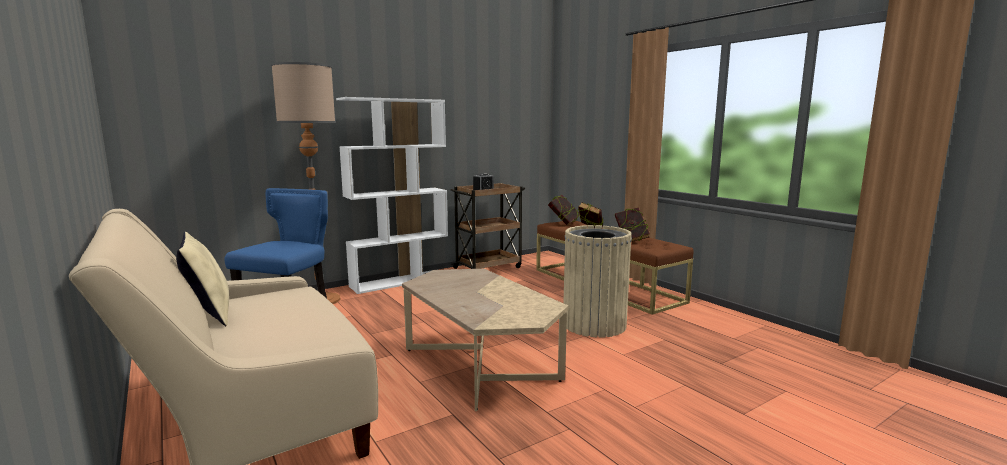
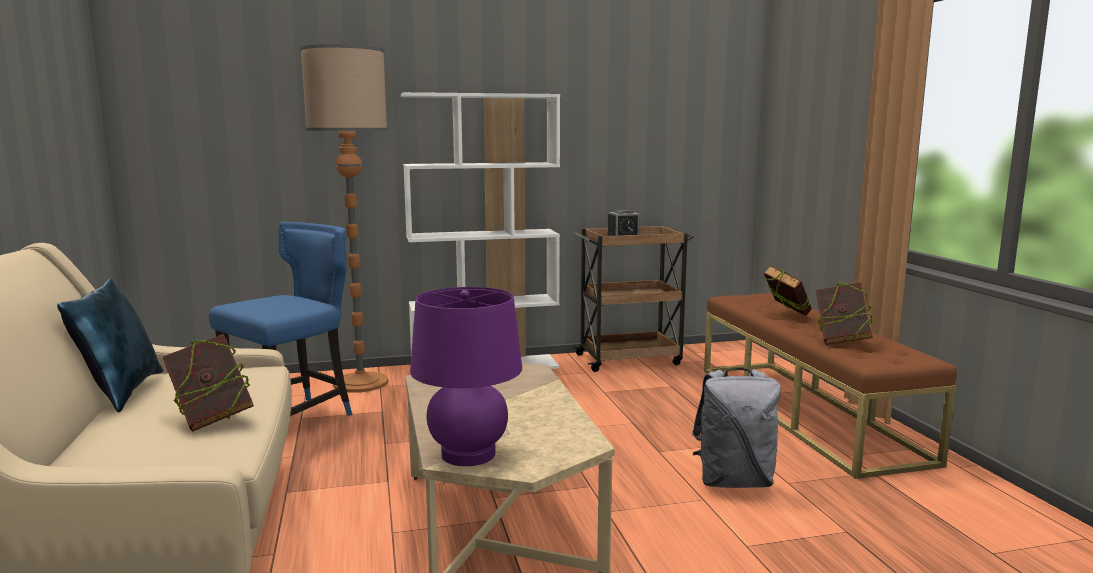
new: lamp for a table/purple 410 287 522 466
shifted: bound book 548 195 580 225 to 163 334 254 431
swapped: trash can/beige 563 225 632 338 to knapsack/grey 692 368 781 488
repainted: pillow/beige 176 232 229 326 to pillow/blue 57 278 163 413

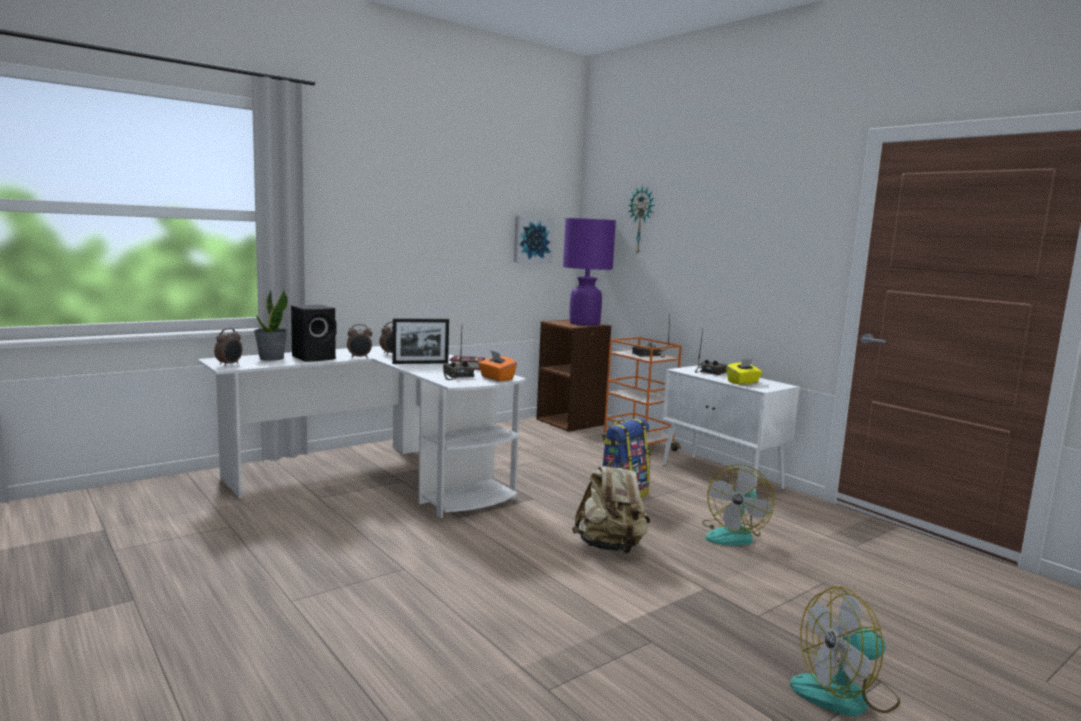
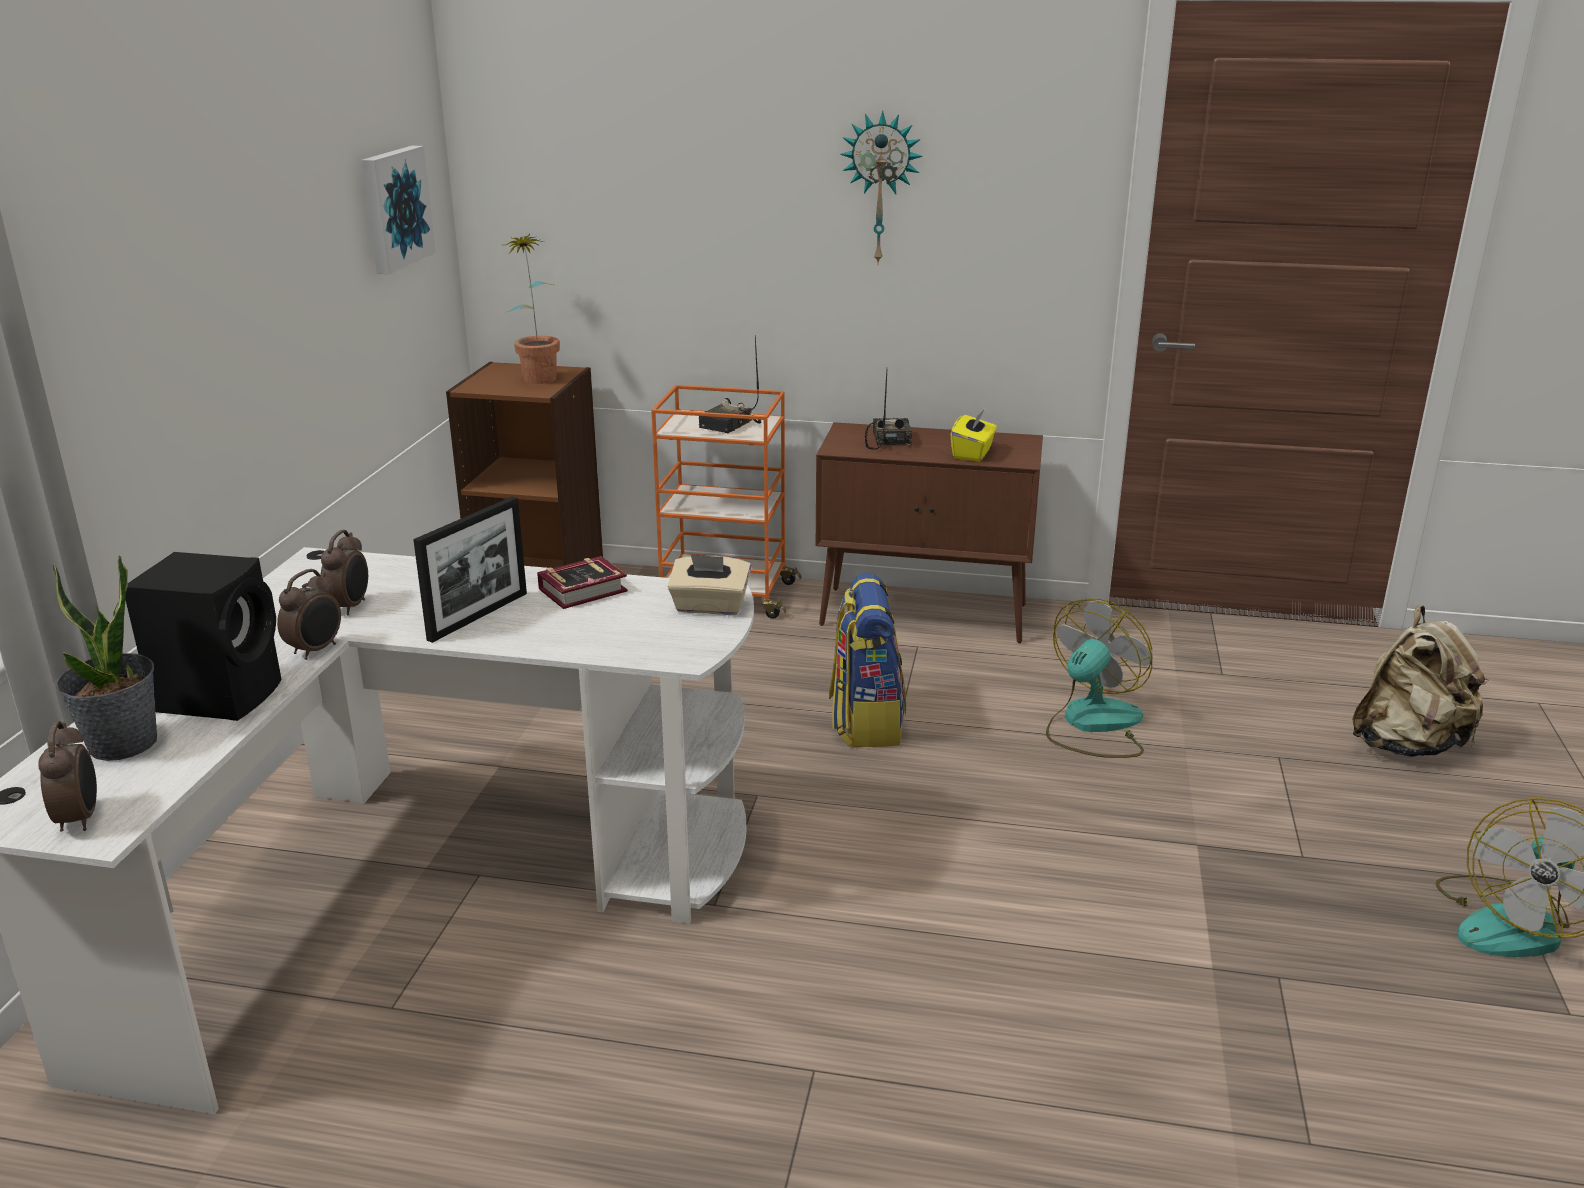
gone: radio receiver 443 330 474 380
shifted: knapsack/beige 572 456 650 554 to 1352 605 1489 757; clock on the wall 628 186 655 255 to 840 111 923 264
swapped: lamp for a table/purple 563 218 616 326 to potted plant 506 234 560 384
repainted: tissue holder/orange-coloured 478 351 517 381 to tissue holder/beige 668 554 751 615; storage cabinet/whitish 662 365 800 492 to storage cabinet/brownish 816 422 1043 643
rotated: cooling fan 702 464 775 545 = 1046 599 1152 758 135 degrees counterclockwise

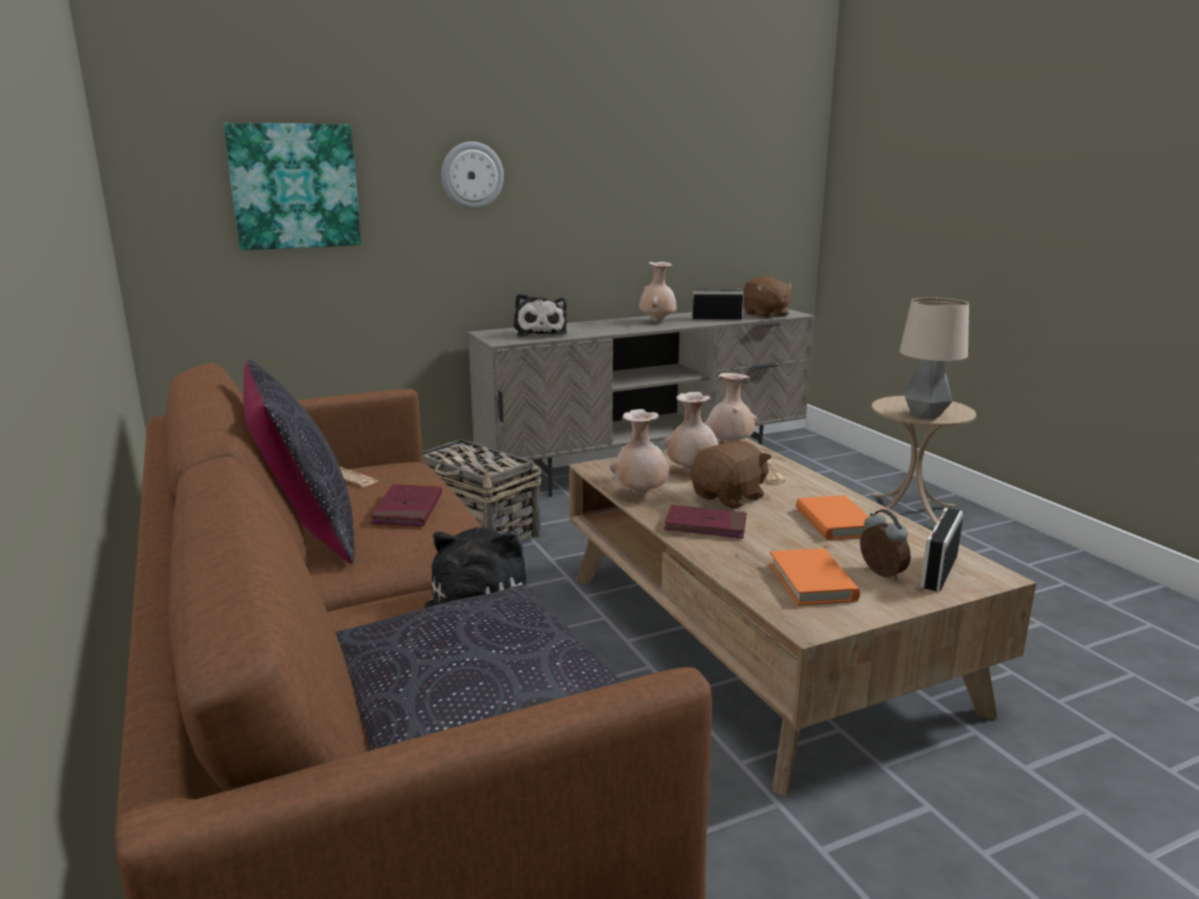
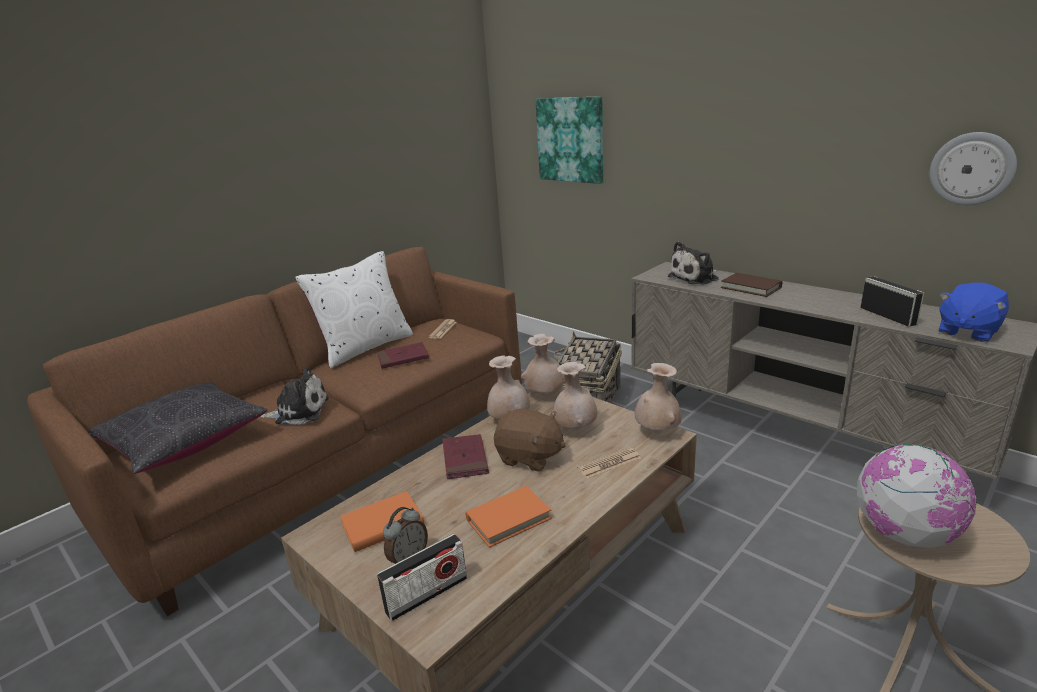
new: bound book/brownish 721 273 782 297
shifted: clock on the wall 441 141 504 209 to 930 132 1017 205; flower vase/beige 639 262 677 322 to 521 334 565 396
swapped: lamp for a table 900 297 969 419 to globe 857 444 977 548
repainted: pillow/blackish 243 360 354 564 to pillow/whitish 295 251 413 368; soft toy/brownish 743 276 794 318 to soft toy/blue 939 283 1009 342
rotated: radio receiver 920 508 963 591 = 377 534 467 621 135 degrees clockwise

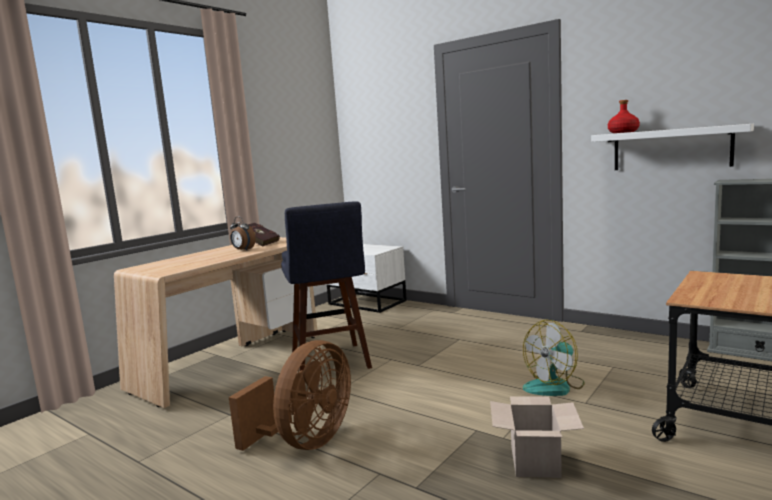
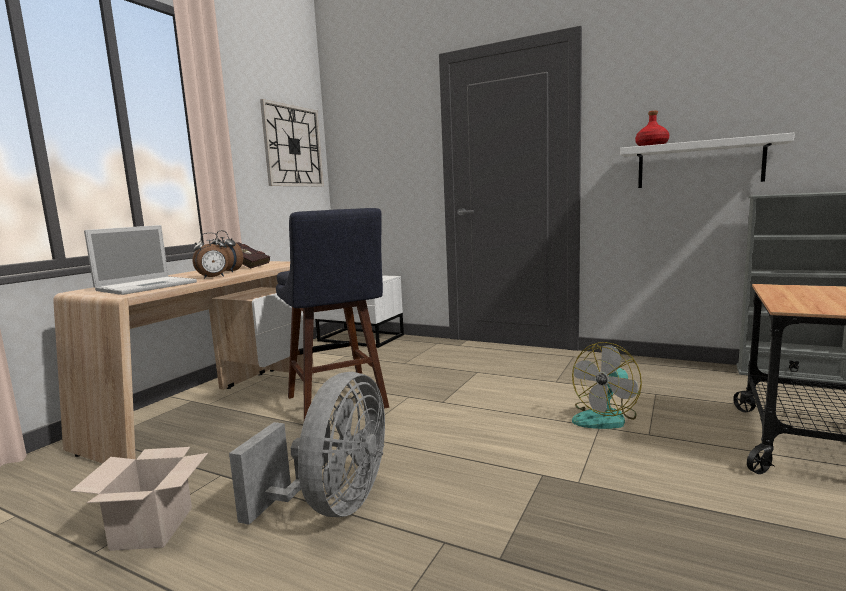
new: laptop 84 225 197 295; table clock 192 232 228 279; clock on the wall 260 99 324 186
shifted: carton 490 396 584 478 to 71 447 208 551
repainted: cooling fan/brownish 229 340 351 451 to cooling fan/grey 229 372 385 525

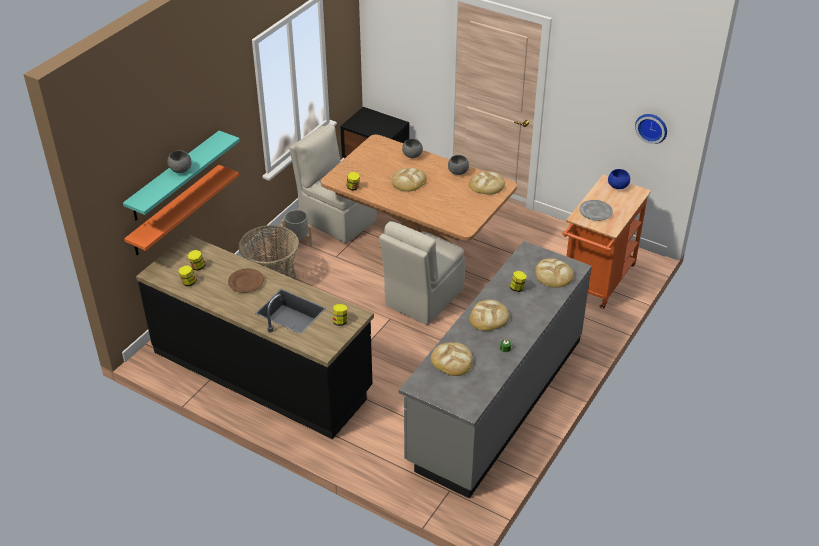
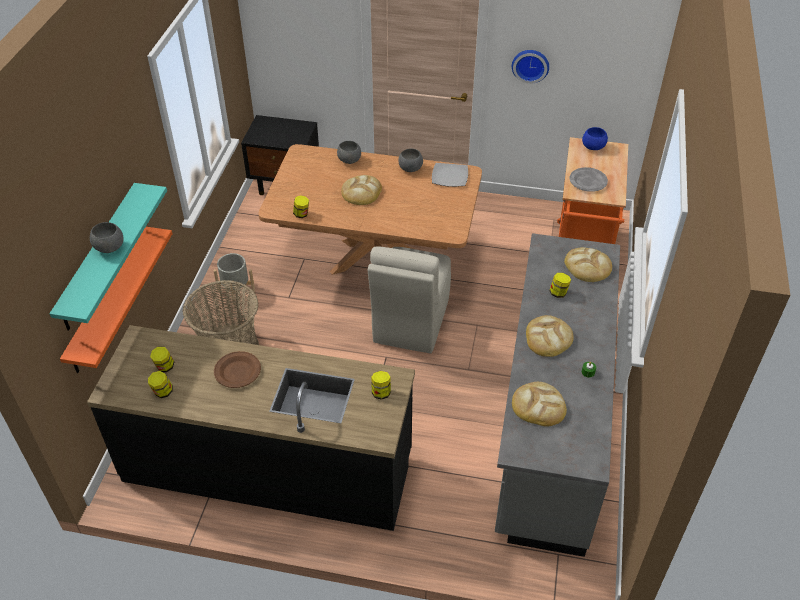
gone: chair/beige 289 124 377 243
shifted: clock on the wall 635 114 667 144 to 512 50 549 84
swapped: bakery bread 469 171 505 195 to flat dish 432 163 468 187

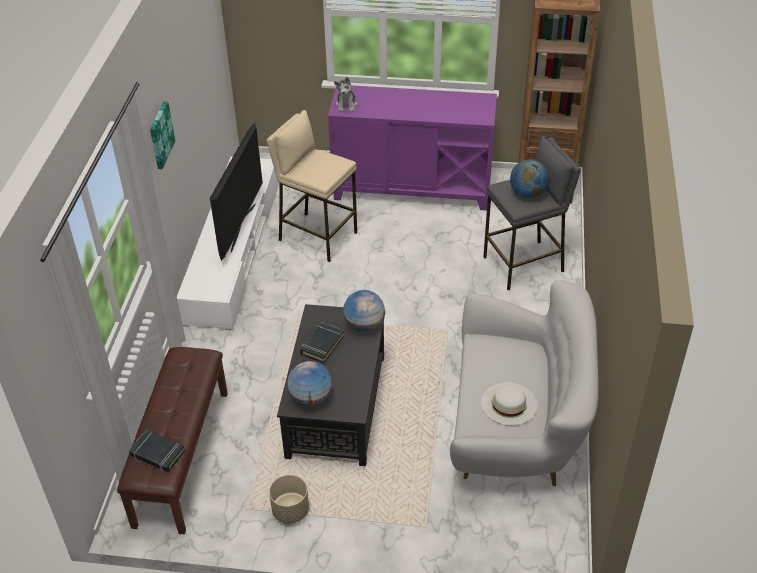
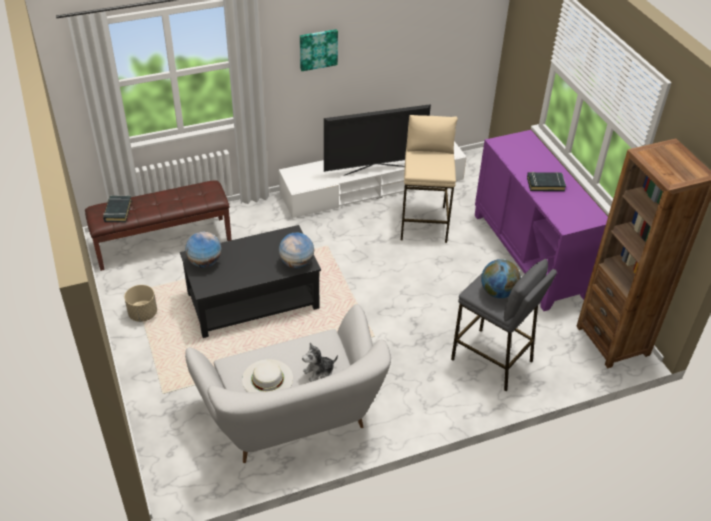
shifted: bound book/blackish 300 322 344 363 to 527 172 566 191; soft toy 334 77 358 112 to 302 343 338 382

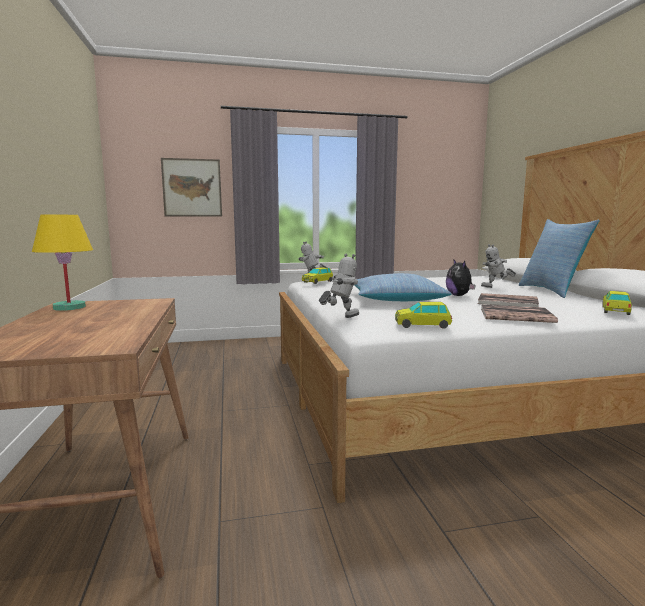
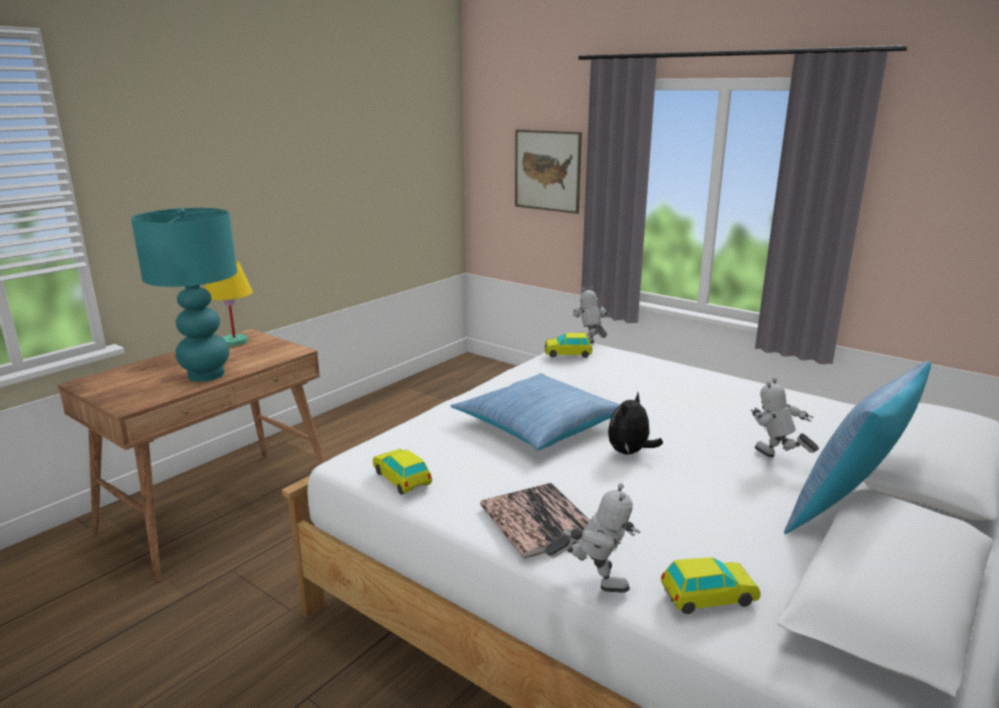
gone: bound book 478 293 539 307
new: lamp for a table/turquoise-coloured 131 208 237 382
shifted: model robot 319 254 359 318 to 545 483 641 593

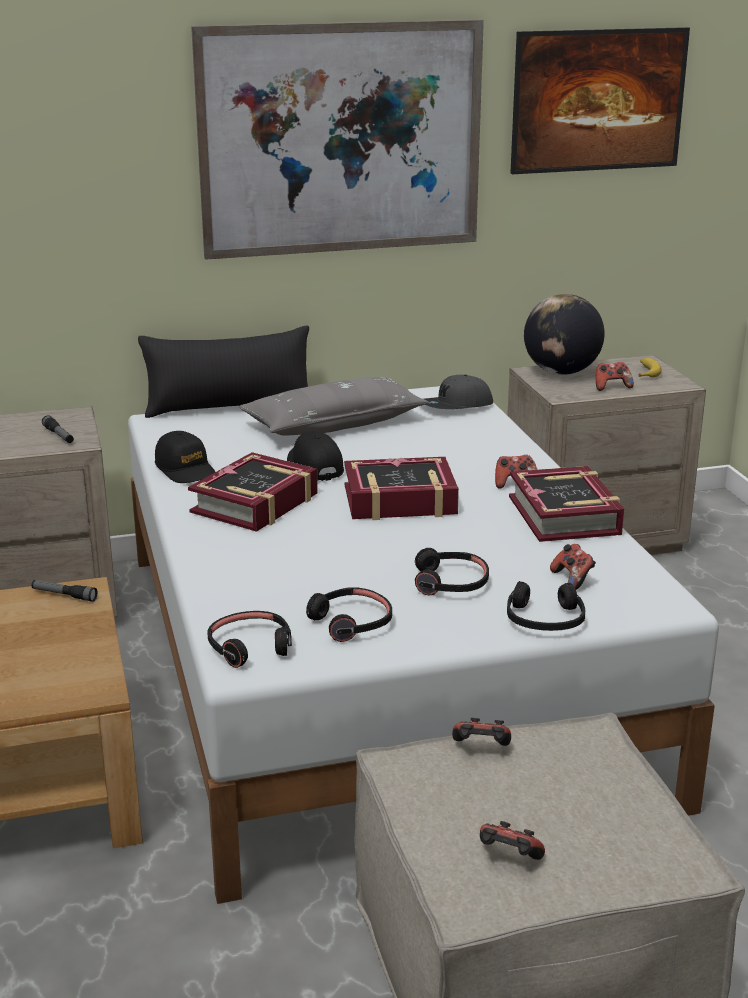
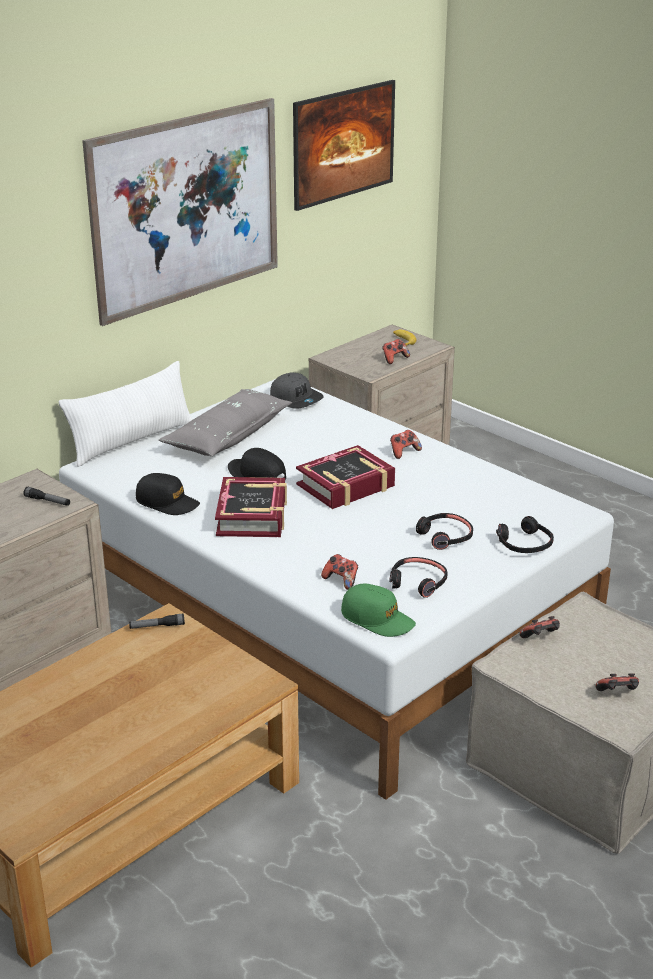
gone: bound book 509 466 624 542; globe 524 294 605 375
shifted: joypad 550 544 596 590 to 321 554 358 590
swapped: headphones/blackish 207 611 292 668 to peaked cap/greenish 341 583 416 637
repainted: pillow/blackish 138 326 309 418 to pillow/whitish 59 361 193 467
rotated: peaked cap/grey 424 375 493 409 = 270 373 324 409 75 degrees counterclockwise

